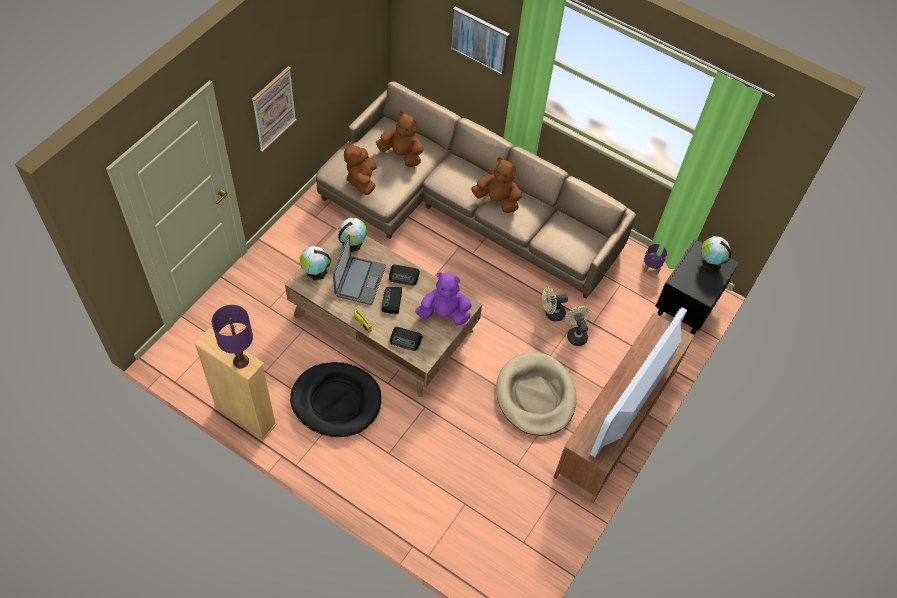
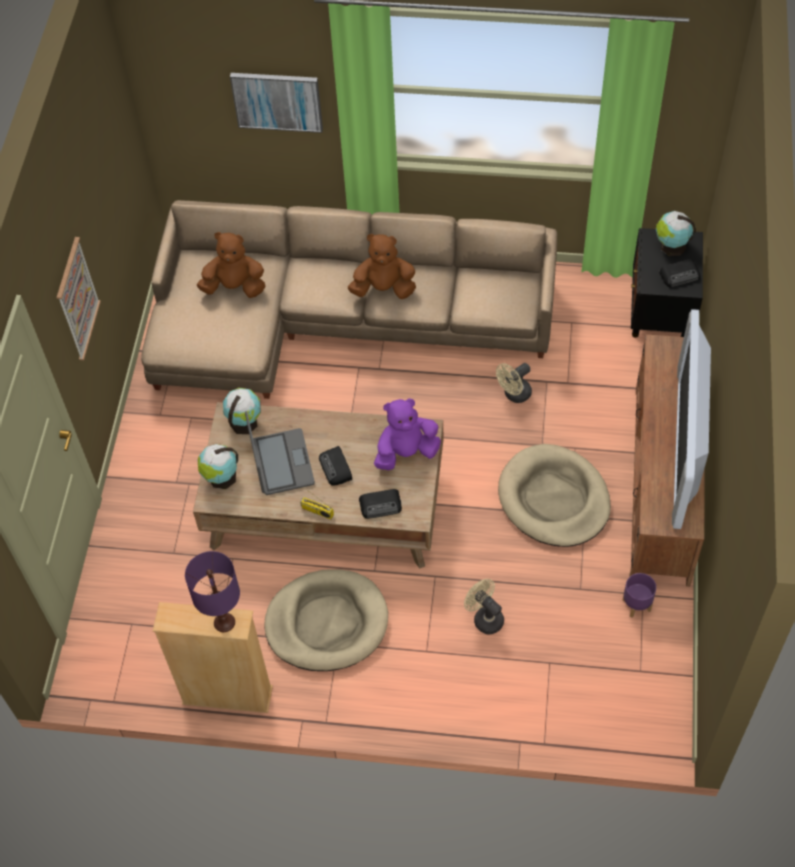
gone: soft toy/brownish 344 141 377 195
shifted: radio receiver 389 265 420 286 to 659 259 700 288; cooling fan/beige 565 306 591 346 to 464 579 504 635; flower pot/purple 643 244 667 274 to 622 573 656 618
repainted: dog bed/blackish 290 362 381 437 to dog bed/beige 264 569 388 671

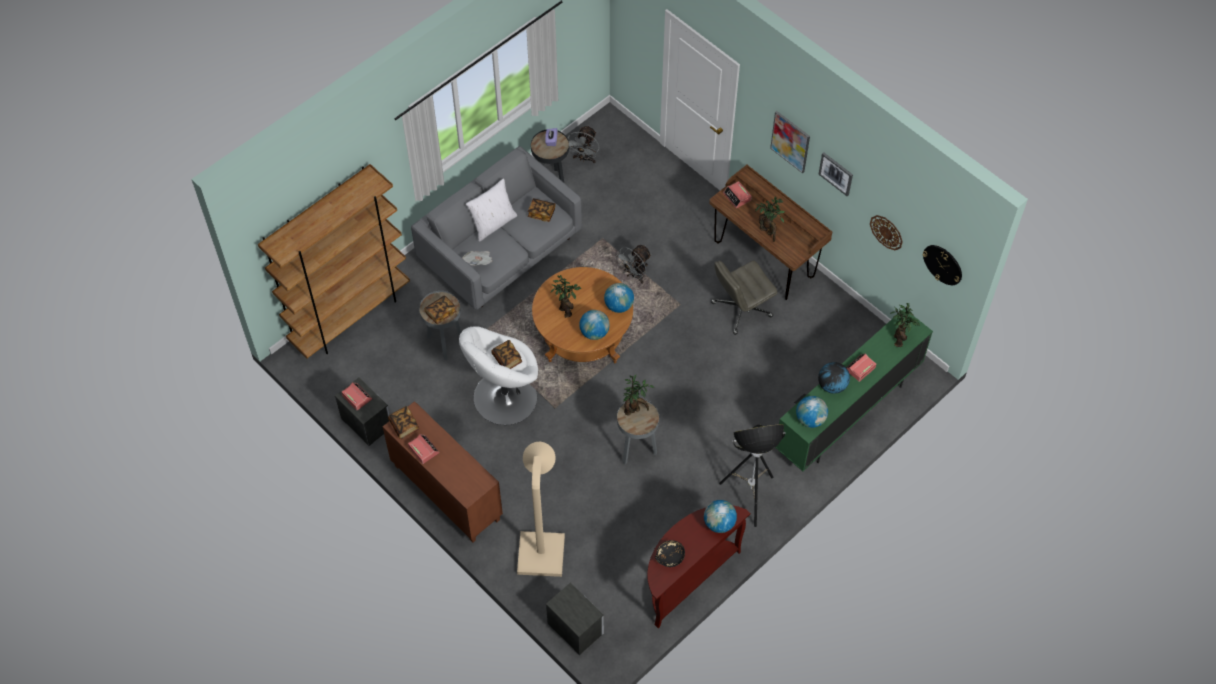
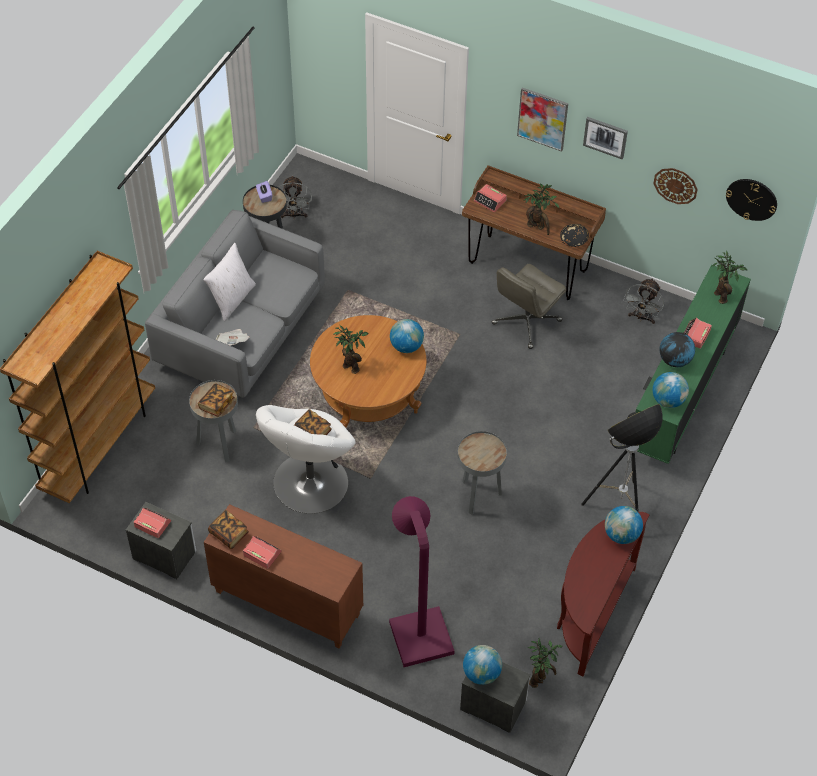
gone: bound book 528 198 555 222
shifted: globe 579 310 610 340 to 463 645 502 685; cooling fan/grey 615 245 651 284 to 623 278 664 324; potted plant 623 375 654 416 to 527 637 562 688; deep dish/blackish 655 540 685 567 to 560 224 589 247
repainted: standing lamp/beige 517 442 565 577 to standing lamp/purple 389 496 455 667

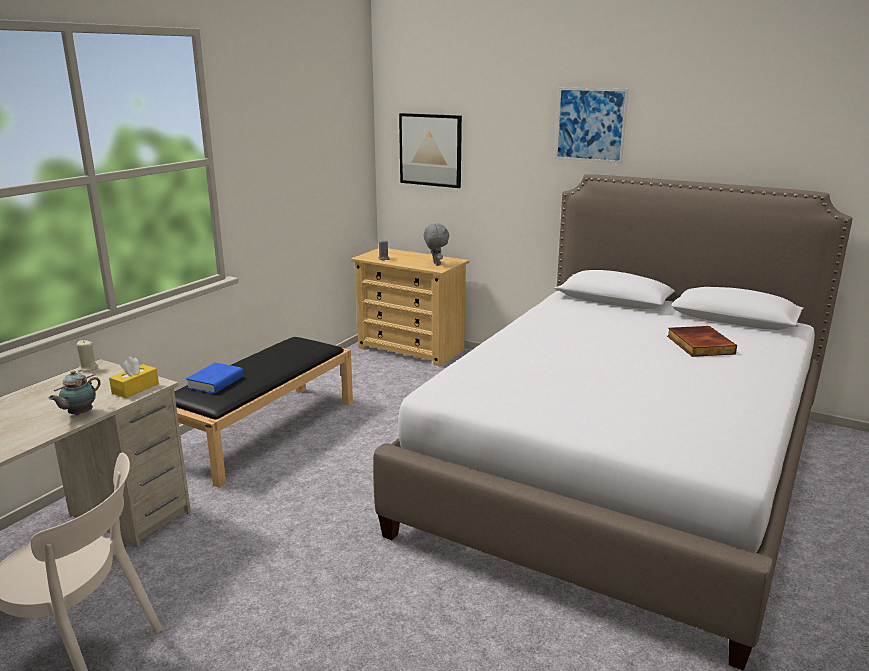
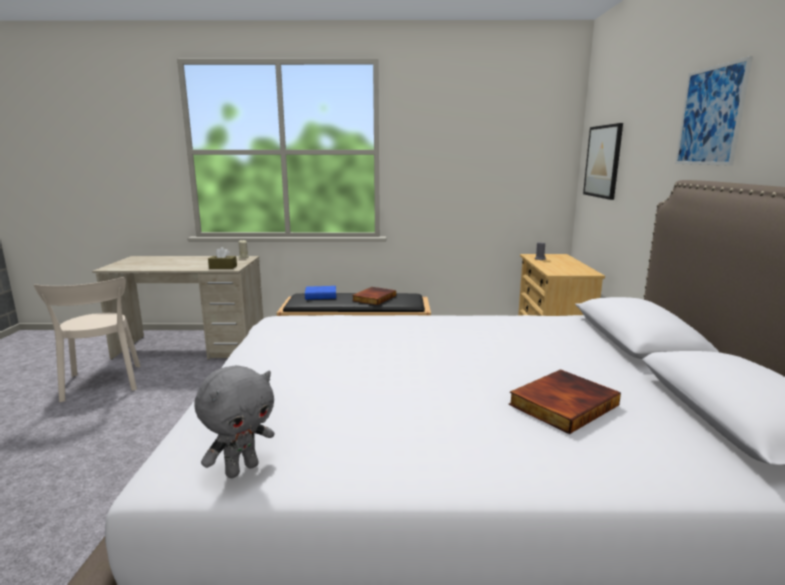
gone: pot for tea 48 370 101 416
new: bound book 352 287 396 305
shifted: soft toy/grey 424 224 449 266 to 194 365 275 478
repainted: tissue holder/yellow-coloured 109 356 159 398 to tissue holder/brownish 208 247 237 269

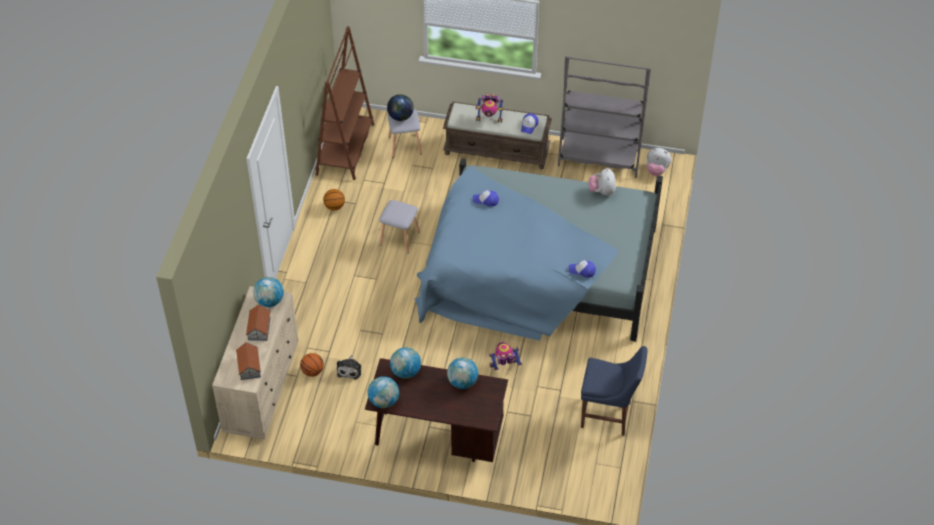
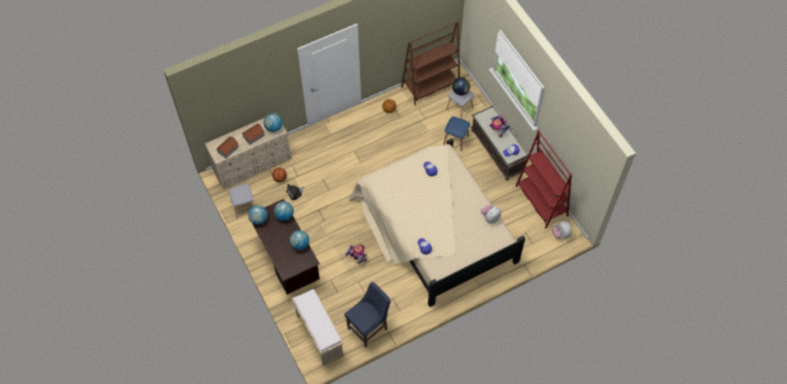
new: long seat/beige 291 289 344 366; stool seat/blue 443 116 470 151
shifted: stool seat/grey 379 200 420 253 to 228 184 254 218
repainted: sleeping bed/blue 414 158 663 341 to sleeping bed/beige 349 138 525 307; bookcase/grey 558 56 651 178 to bookcase/red-coloured 516 130 572 229
rotated: chair/blue 581 346 647 436 = 344 282 391 348 105 degrees counterclockwise

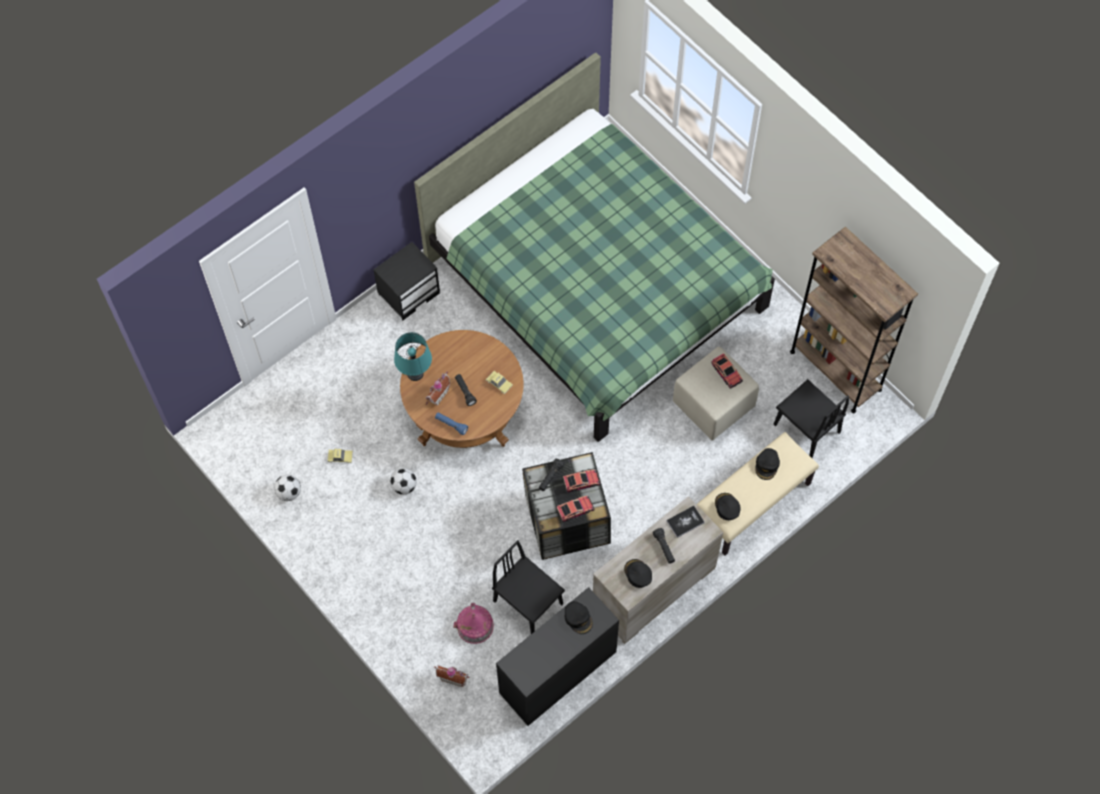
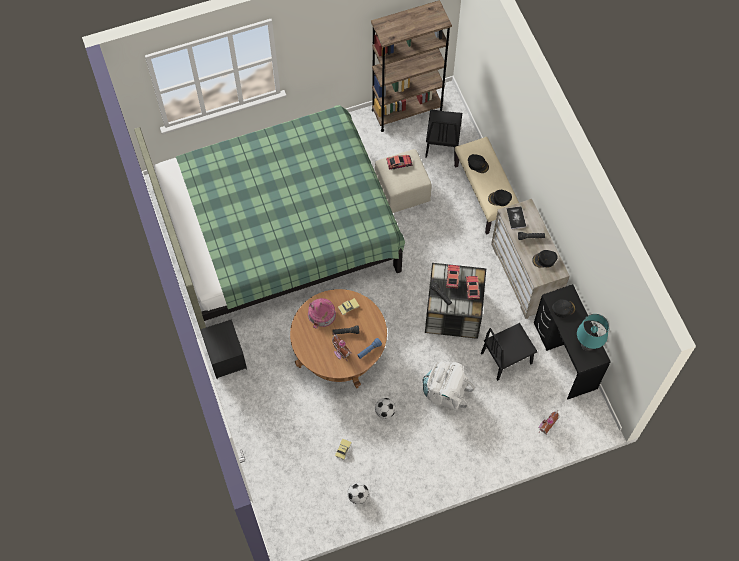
new: knapsack/whitish 423 362 475 410
shifted: lamp for a table/turquoise-coloured 394 332 432 381 to 577 314 609 351; toy house 453 603 494 644 to 308 298 336 329
rotated: chair/blackish 774 379 849 458 = 425 109 462 161 120 degrees clockwise

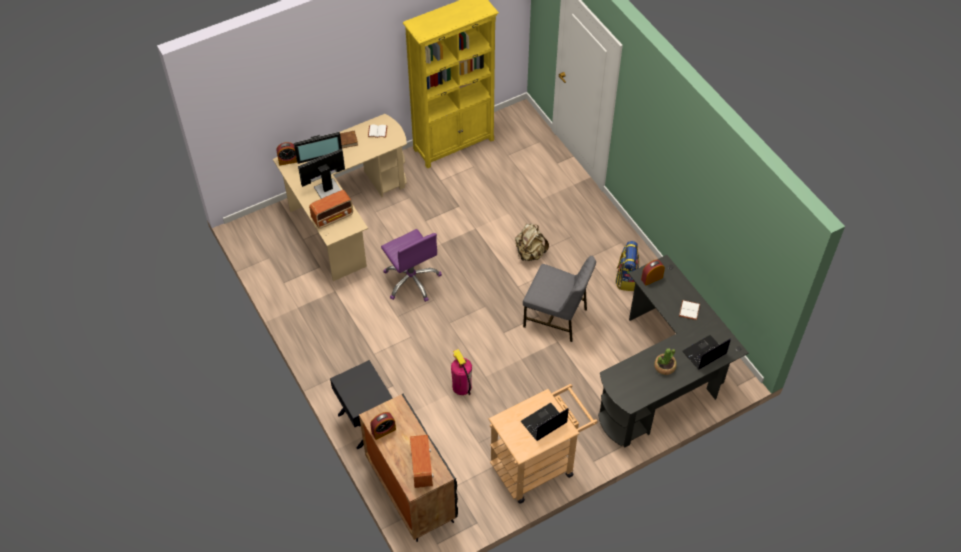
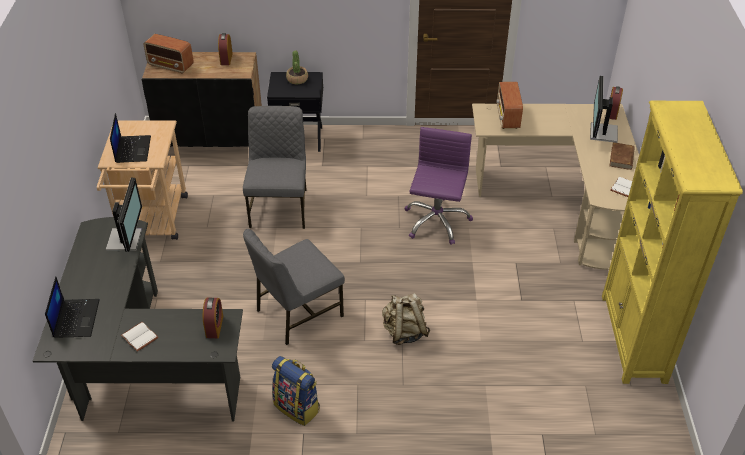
shifted: computer display 298 149 345 199 to 106 178 142 252; potted plant 654 348 677 375 to 286 50 308 84
swapped: fire-fighting cylinder 451 349 472 395 to chair/grey 243 106 307 229
rotated: office chair/purple 381 229 442 302 = 404 127 473 245 105 degrees clockwise

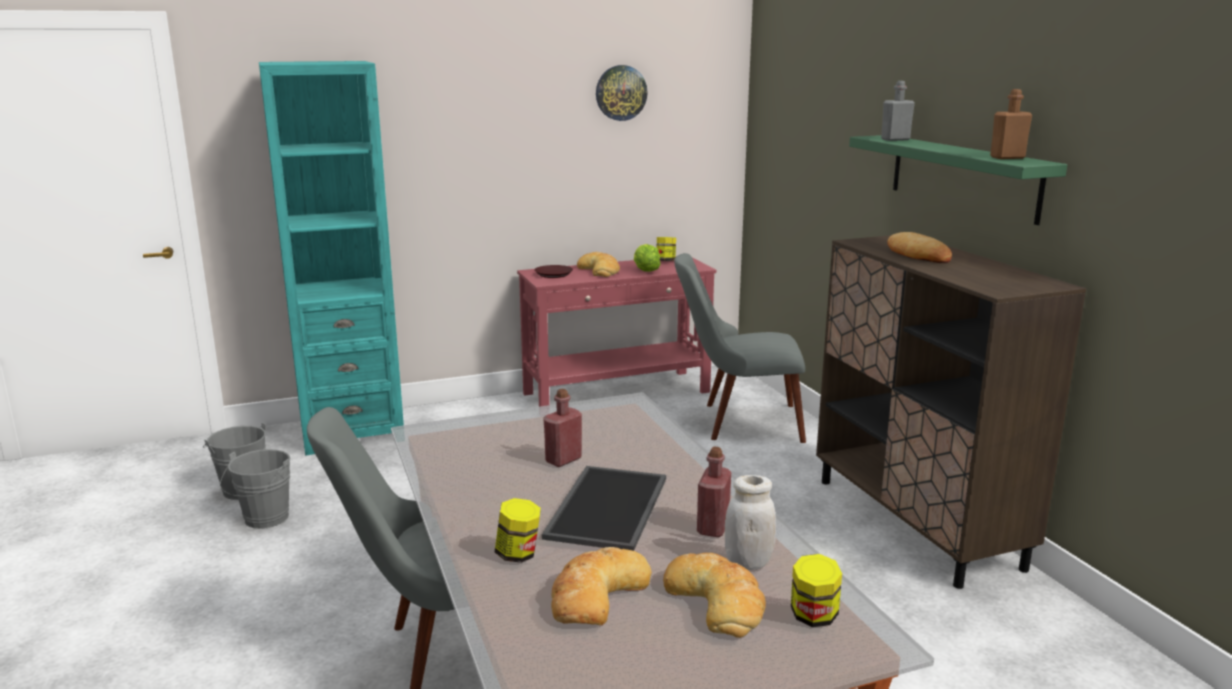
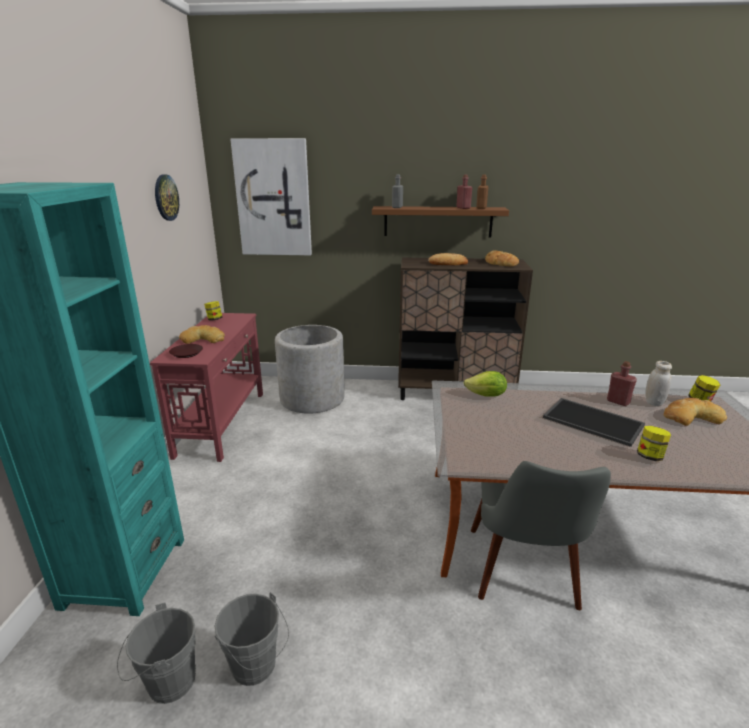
new: picture 230 138 312 255
shifted: beverage bottle/red-coloured 543 389 582 467 to 456 174 472 209; bakery bread 551 547 652 625 to 485 250 519 267; head of lettuce 634 244 661 272 to 463 371 507 396
swapped: chair/grey 674 253 806 443 to flower pot/grey 275 325 345 414
repainted: bracket shelf/greenish 849 135 1067 225 to bracket shelf/brownish 372 206 509 237

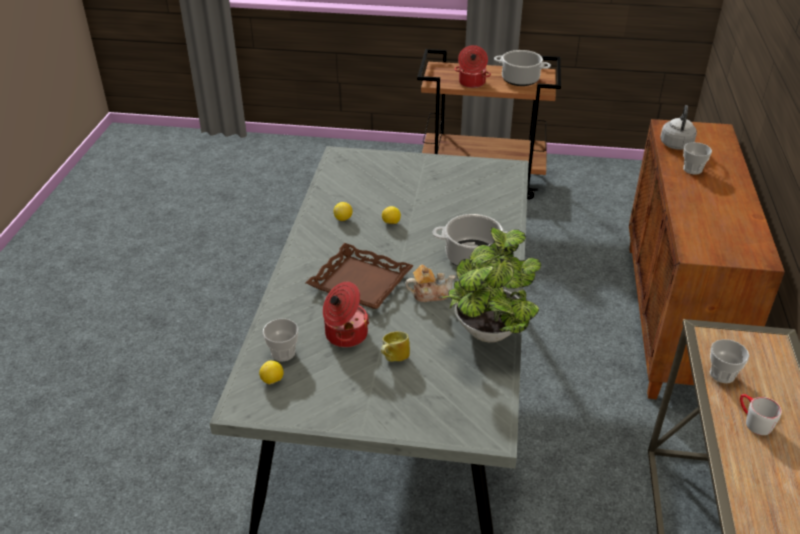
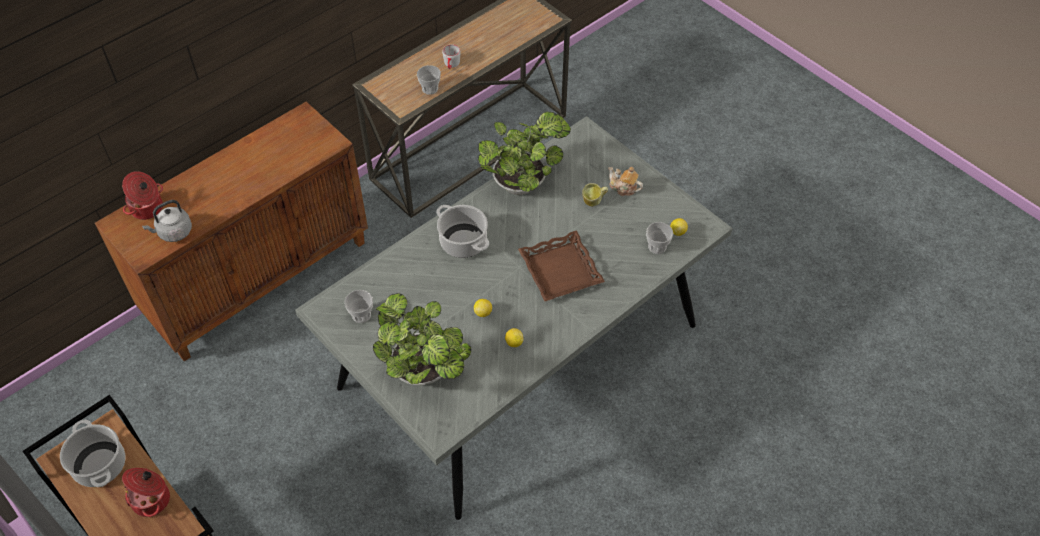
new: potted plant 373 293 471 386
shifted: cooking pot 323 282 369 348 to 122 171 163 220; pot for tea 405 265 456 302 to 608 167 643 196; drinking cup 683 142 712 175 to 345 290 373 323

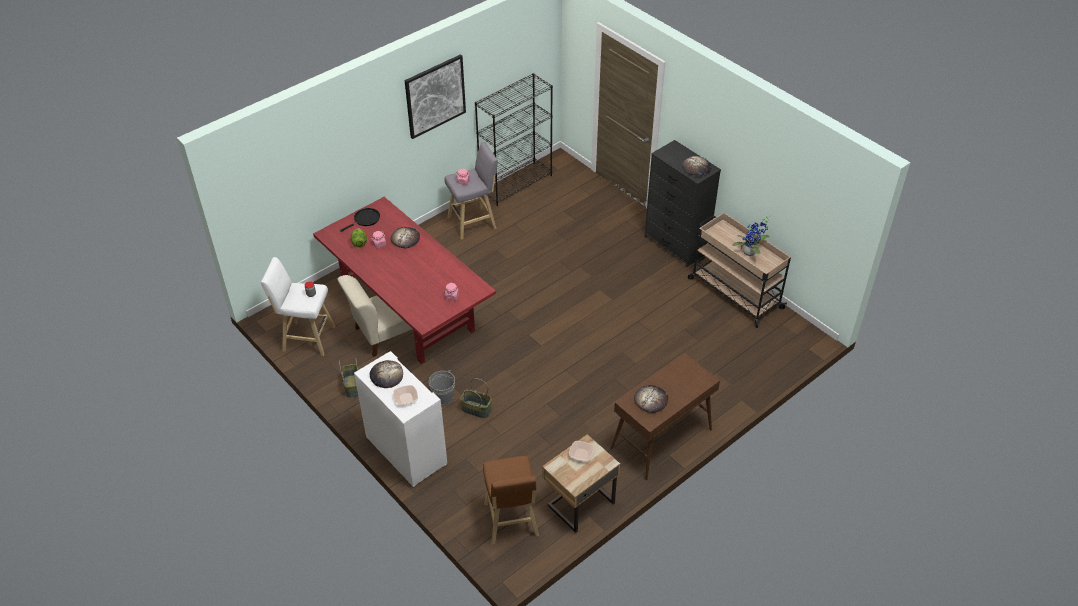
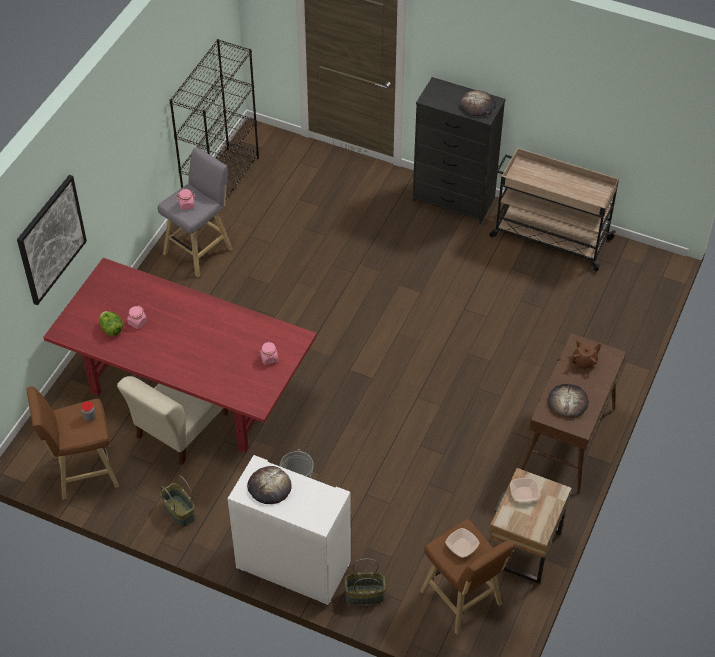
gone: skillet/blackish 340 208 380 232; bakery bread 391 227 420 248; potted plant 733 215 771 256
new: pot for tea/brownish 570 340 601 370
shifted: deep dish 393 385 418 405 to 445 528 480 558; picture 405 54 466 139 to 17 175 87 305; household basket 460 378 492 418 to 344 558 386 604
repainted: stool seat/whitish 261 257 336 356 to stool seat/brownish 26 386 119 500

